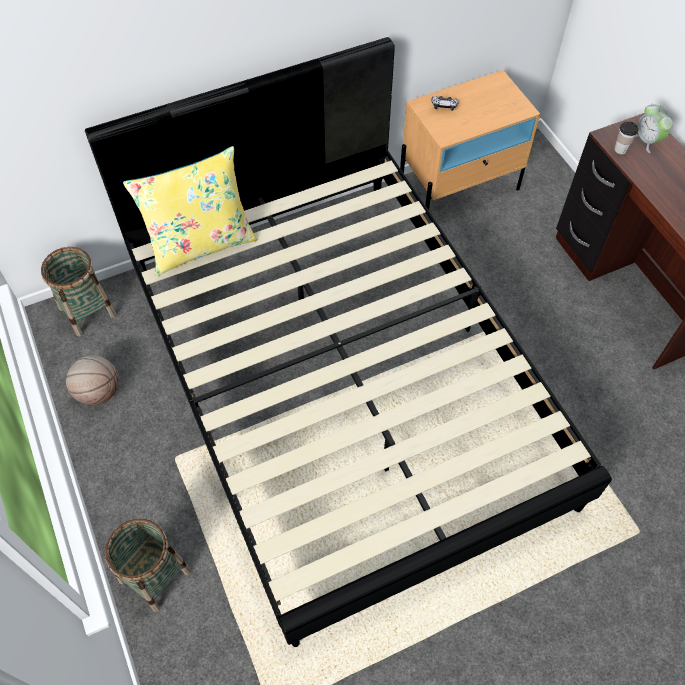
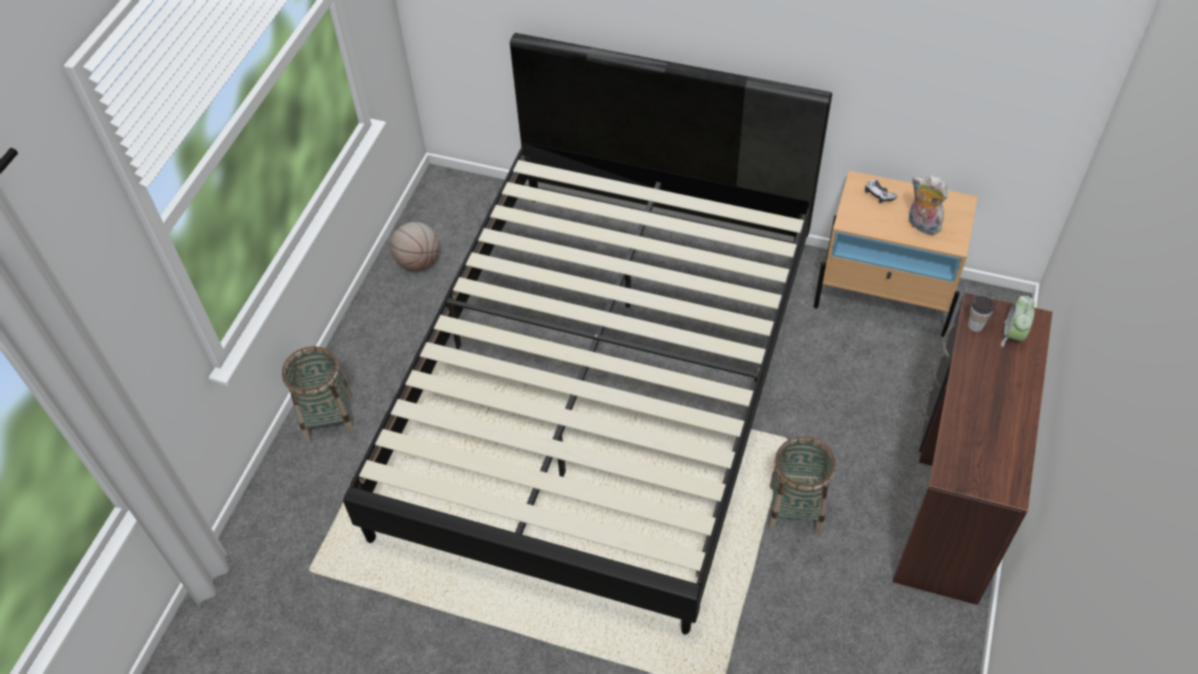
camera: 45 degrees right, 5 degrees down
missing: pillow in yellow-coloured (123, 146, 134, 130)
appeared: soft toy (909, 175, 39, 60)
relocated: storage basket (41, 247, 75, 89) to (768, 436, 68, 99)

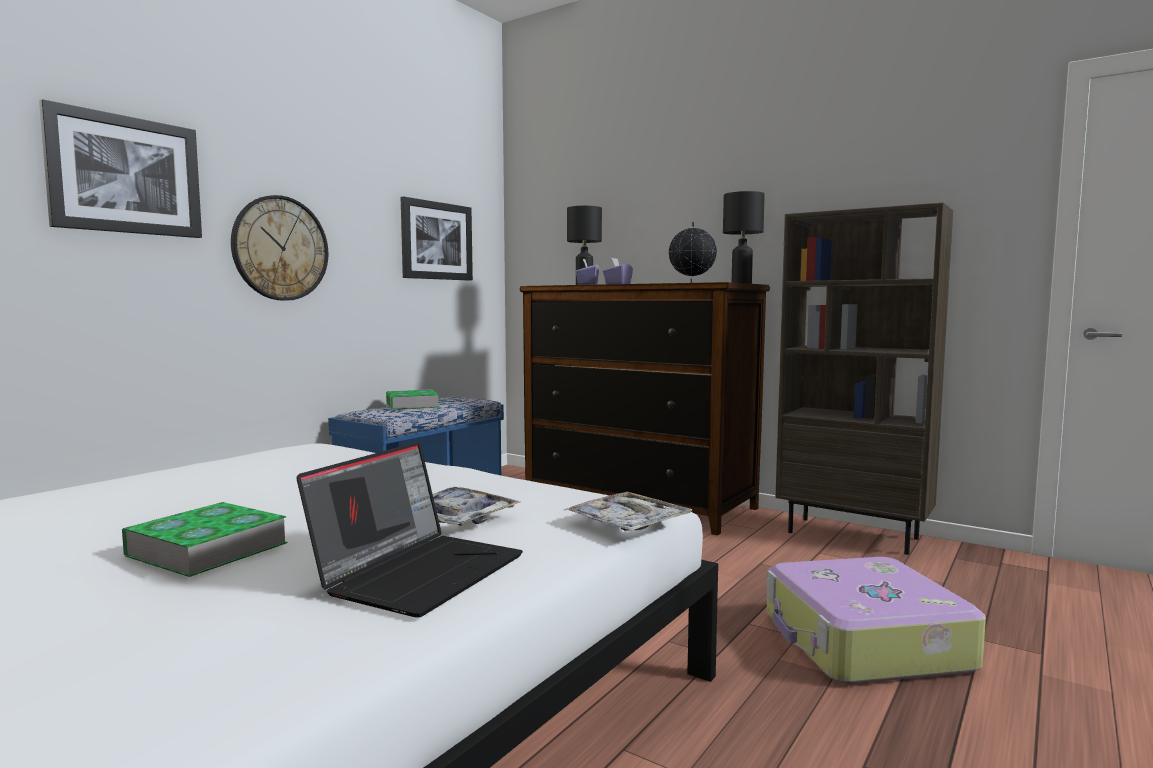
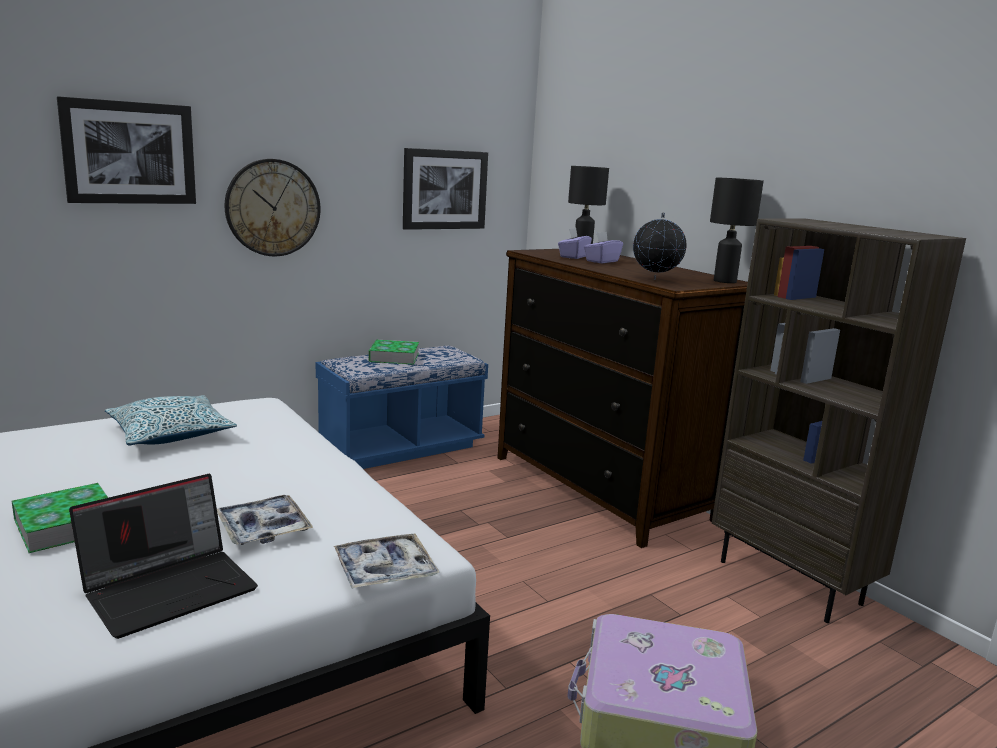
camera: 20 degrees right, 10 degrees up
appeared: pillow (105, 395, 132, 51)

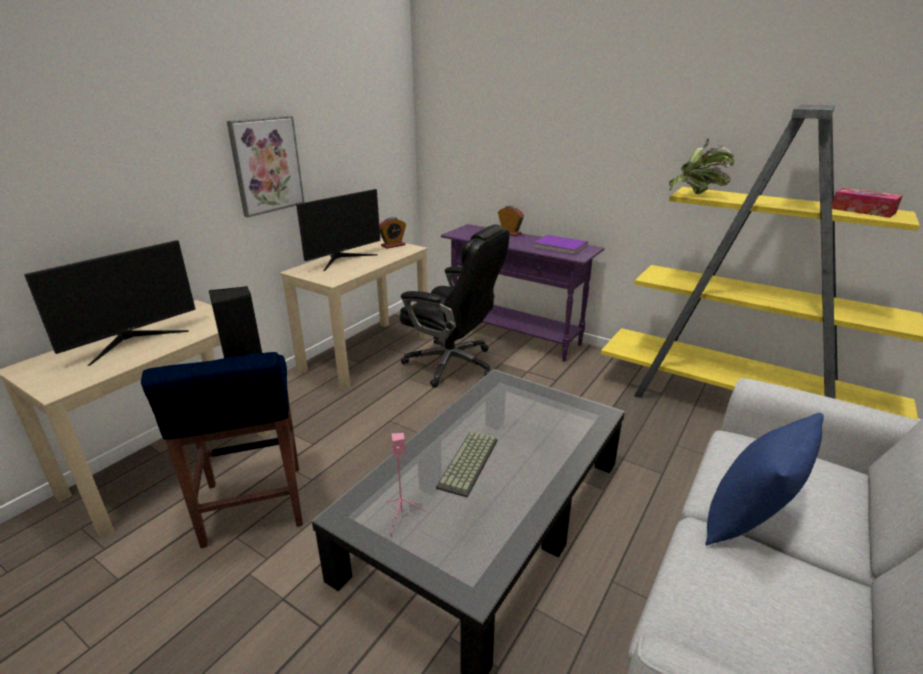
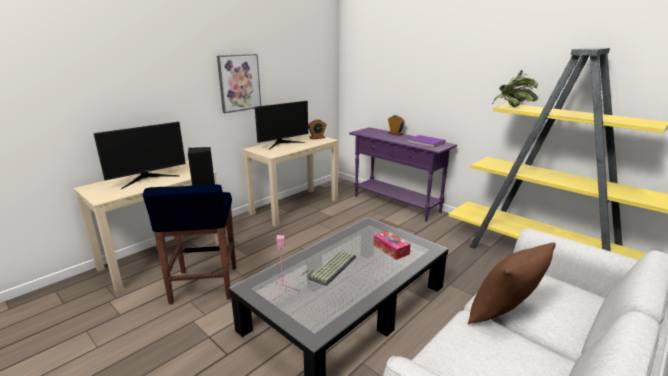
camera: 10 degrees right, 5 degrees down
missing: computer chair in black-coloured (399, 224, 111, 164)
relocated: tissue box (832, 188, 71, 30) to (374, 230, 36, 30)
colour: pillow in bluish (705, 413, 119, 132) to pillow in brownish (468, 242, 88, 82)

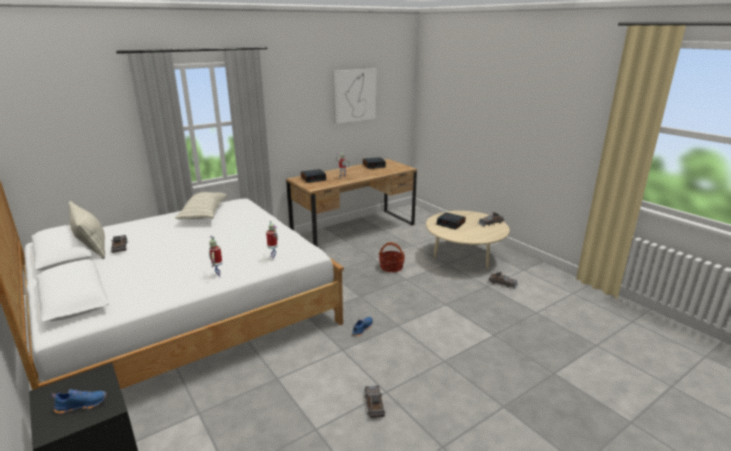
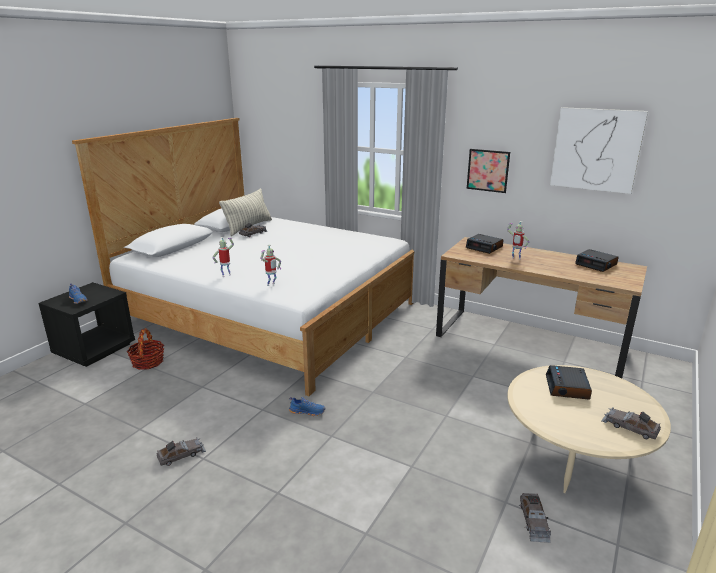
camera: 65 degrees right, 0 degrees up
missing: pillow (175, 192, 52, 27)
appeared: picture (467, 149, 43, 44)
relocated: storage basket (379, 242, 26, 30) to (127, 328, 37, 42)

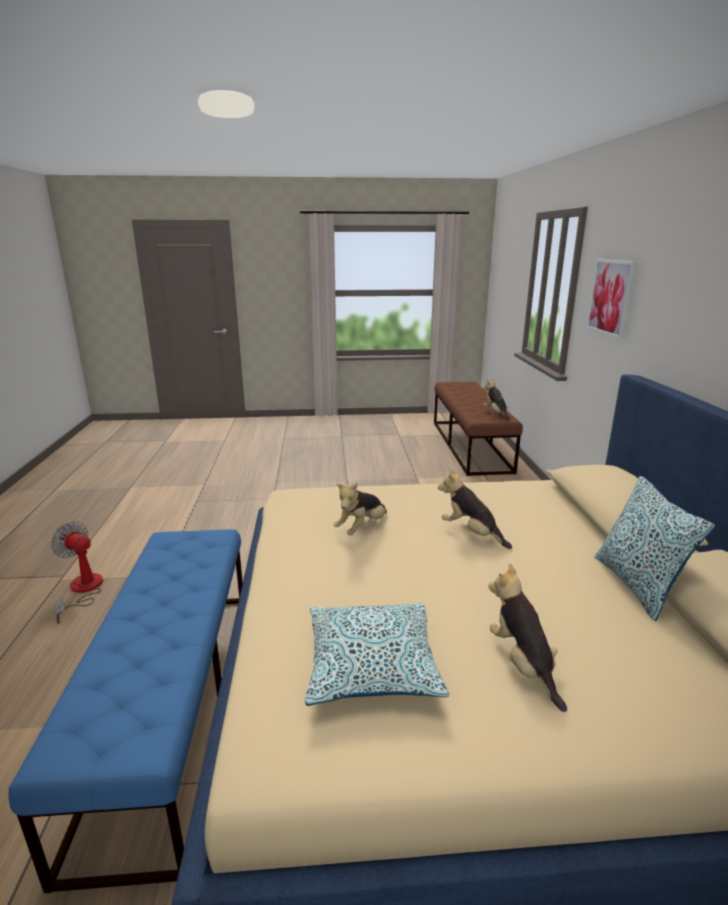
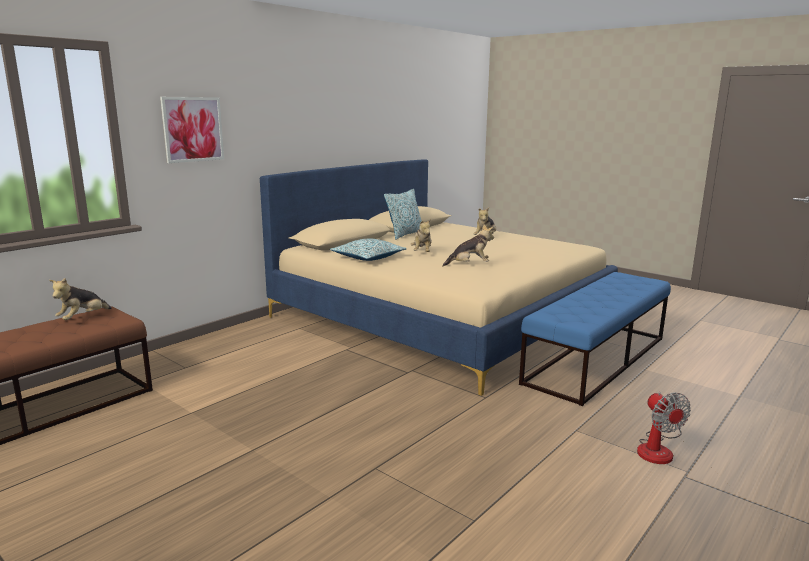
camera: 135 degrees left, 5 degrees down
relocated: pillow (305, 603, 145, 103) to (330, 239, 76, 22)

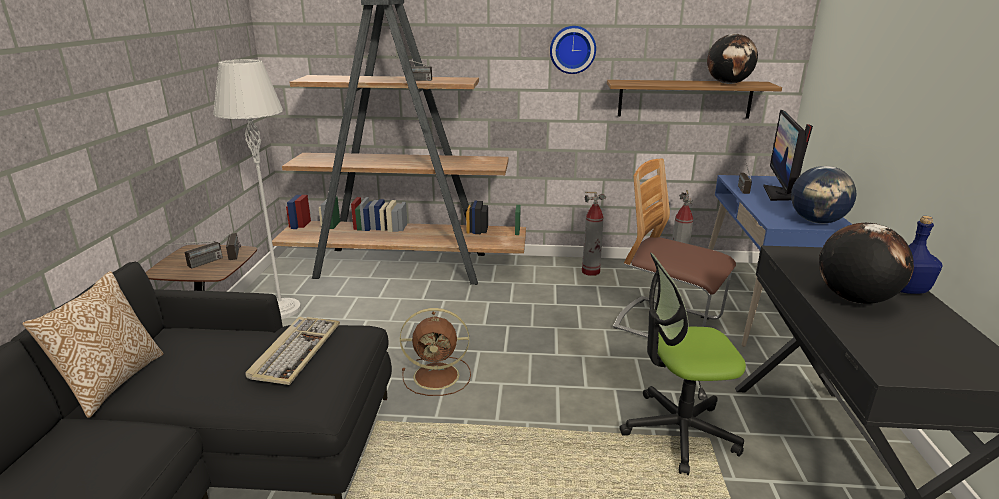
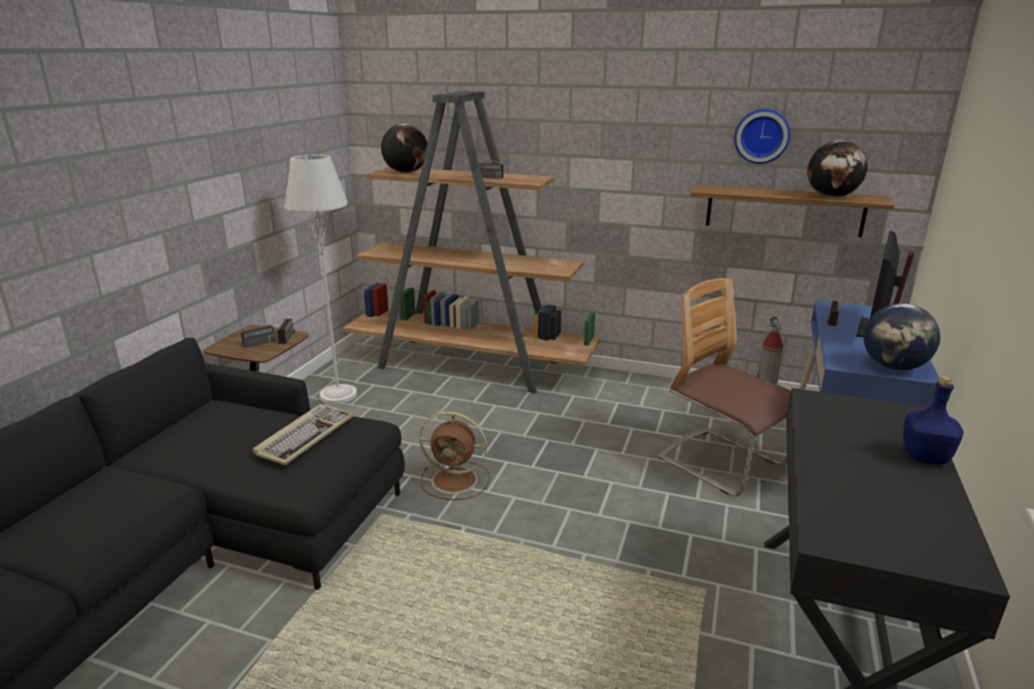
camera: 15 degrees right, 0 degrees up
missing: extinguisher (582, 192, 24, 84); computer chair (619, 253, 127, 222); pillow (23, 271, 141, 147)
relocated: clock on the wall (550, 26, 46, 48) to (734, 109, 57, 55); world globe (819, 223, 95, 81) to (381, 124, 46, 49)

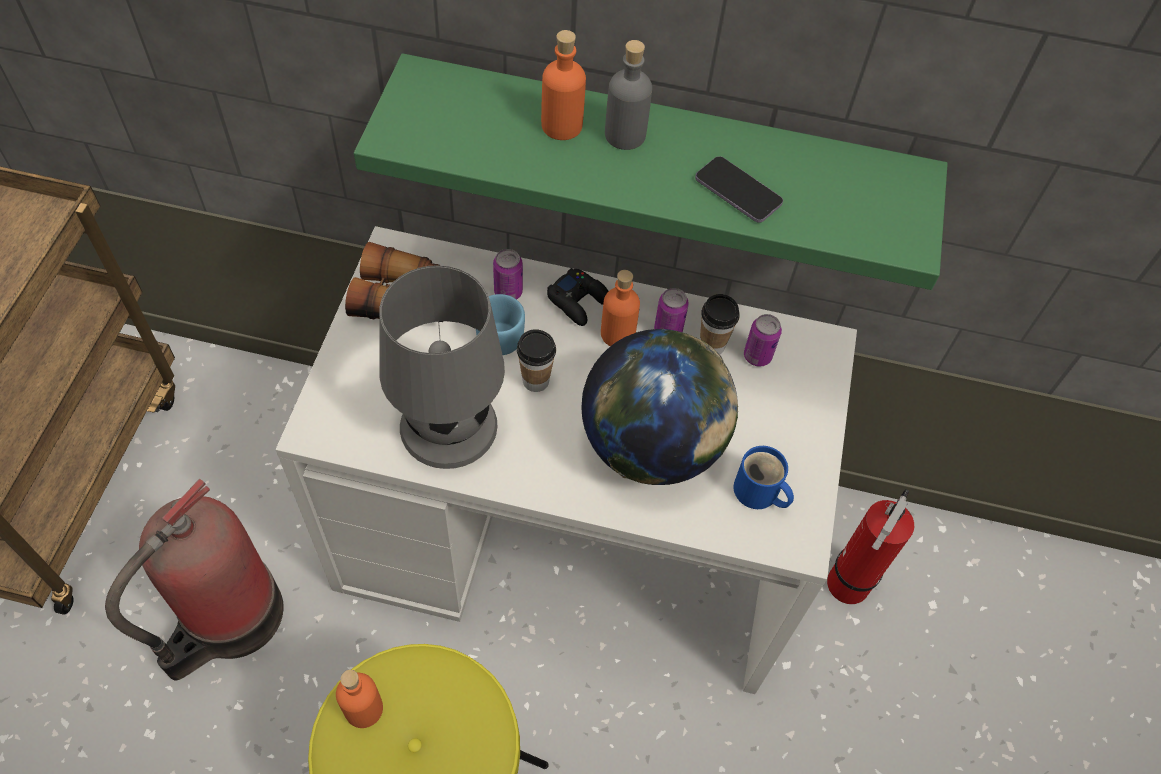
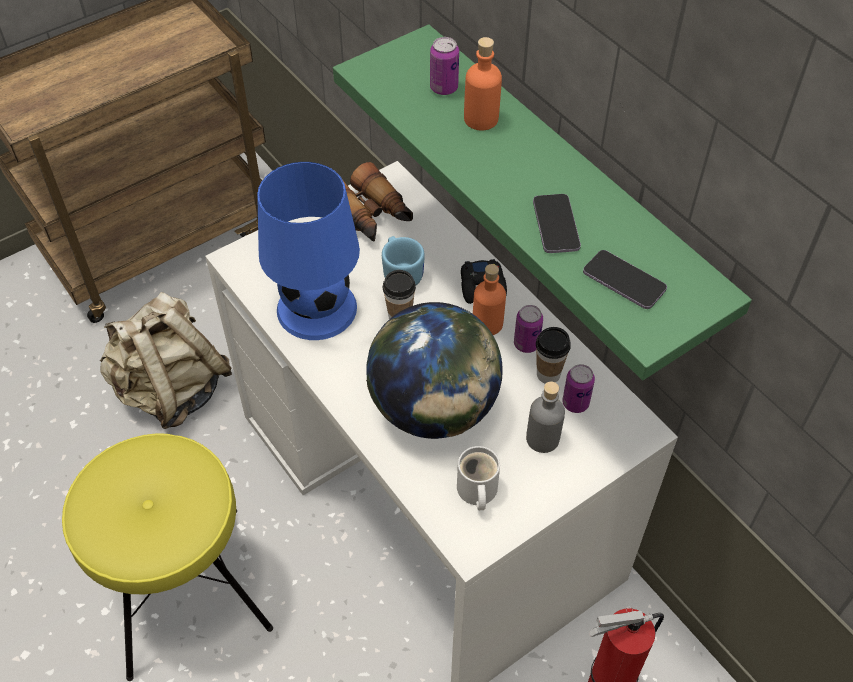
camera: 45 degrees right, 5 degrees down
missing: beverage bottle in orange-coloured (336, 670, 47, 58)
appeared: telephone (583, 250, 84, 59)
relocated: beverage bottle in gray (605, 40, 47, 110) to (526, 382, 39, 71); can (493, 249, 30, 51) to (430, 37, 29, 58)
exchanged: extinguisher (105, 479, 179, 202) to knapsack in sand-coloured (100, 292, 132, 137)
colour: lamp for a table in gray (379, 265, 126, 204) to lamp for a table in bluish (257, 162, 103, 178); tea mug in bluish (734, 446, 60, 63) to tea mug in whitish (457, 446, 43, 64)

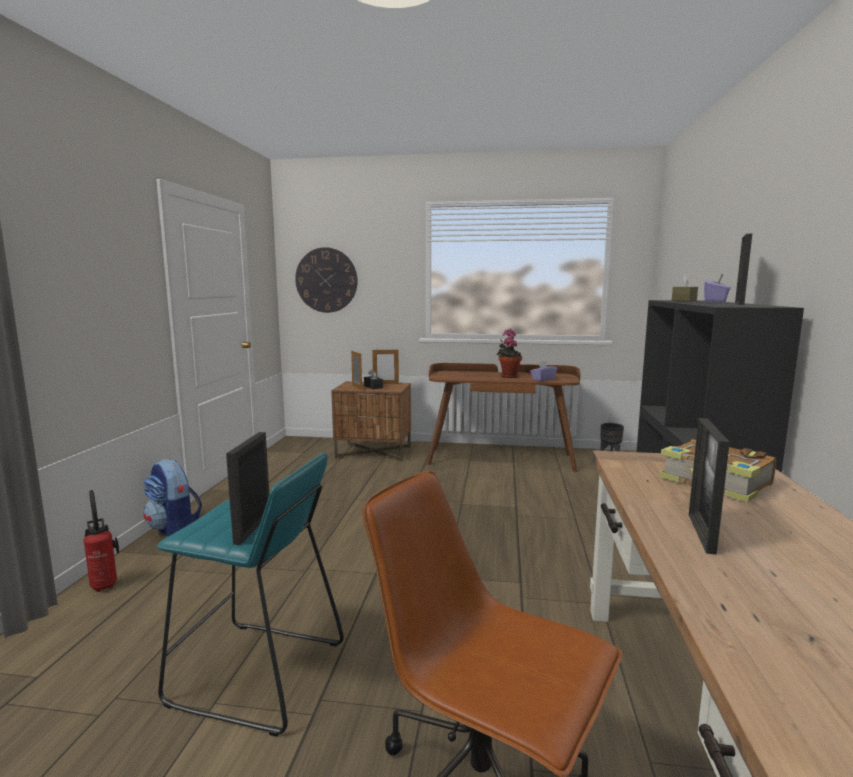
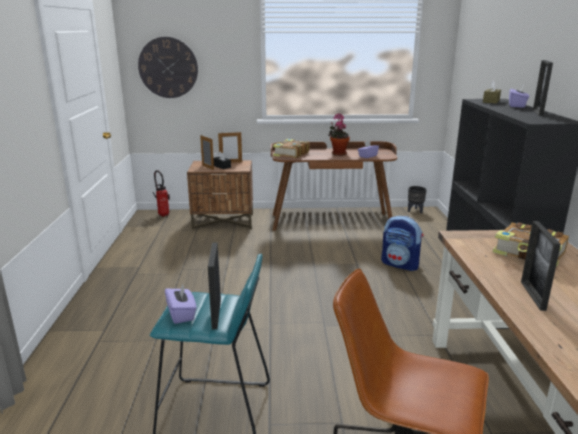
camera: 10 degrees left, 10 degrees up
appeared: book (273, 139, 37, 19); tissue box in purple-coloured (165, 283, 32, 41)
relocated: knapsack (143, 459, 59, 77) to (381, 216, 43, 55); extinguisher (84, 490, 35, 102) to (153, 170, 17, 47)

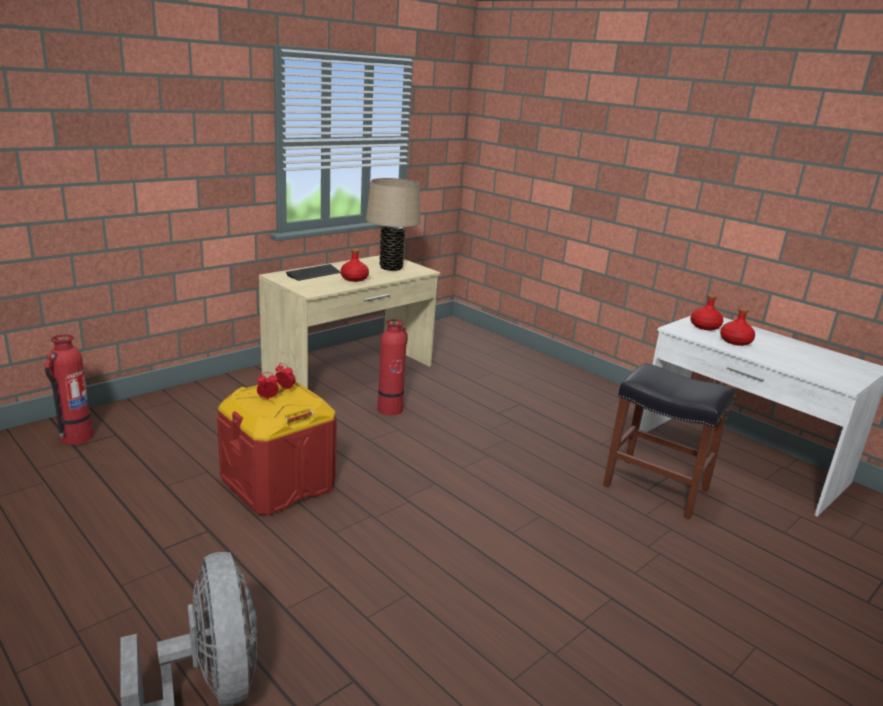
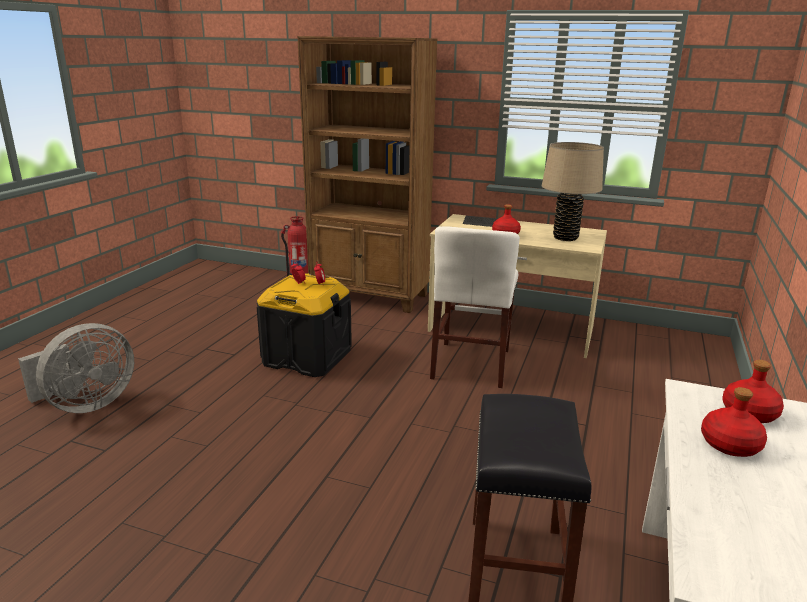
camera: 65 degrees right, 0 degrees up
appeared: bookshelf in brownish (298, 36, 139, 277)
exchanged: extinguisher (377, 319, 31, 97) to upright chair in whitish (430, 227, 90, 161)
colour: storage box in red-coloured (217, 381, 120, 134) to storage box in black-coloured (257, 274, 95, 103)

